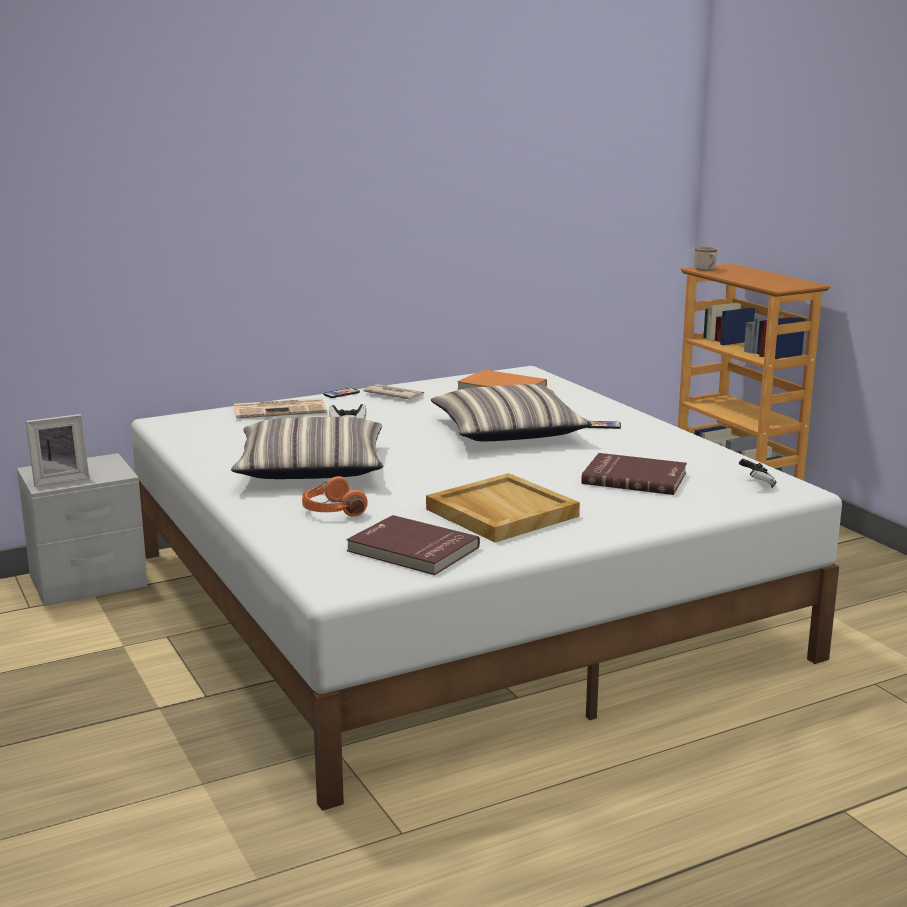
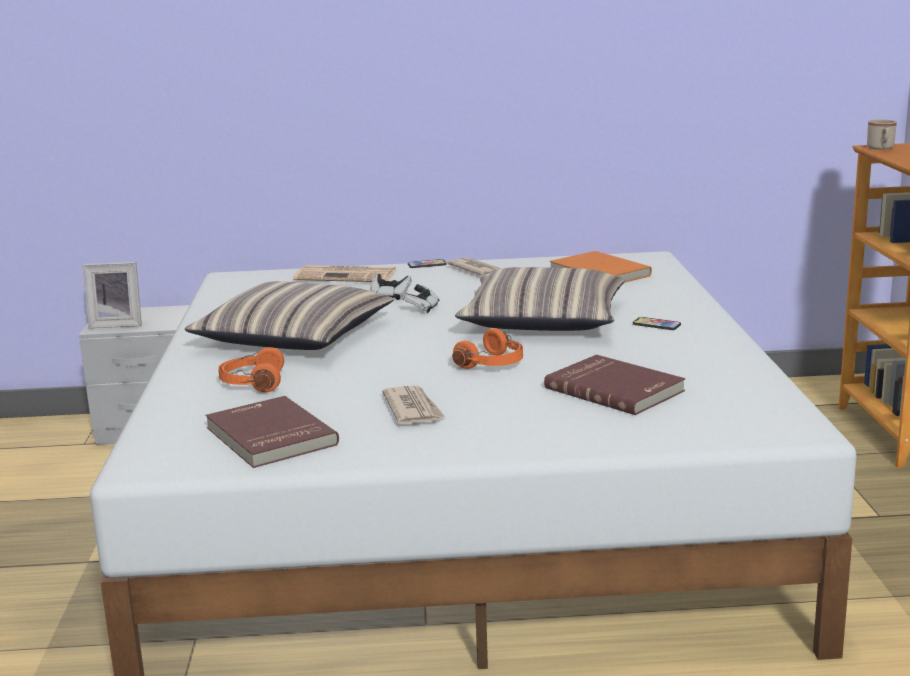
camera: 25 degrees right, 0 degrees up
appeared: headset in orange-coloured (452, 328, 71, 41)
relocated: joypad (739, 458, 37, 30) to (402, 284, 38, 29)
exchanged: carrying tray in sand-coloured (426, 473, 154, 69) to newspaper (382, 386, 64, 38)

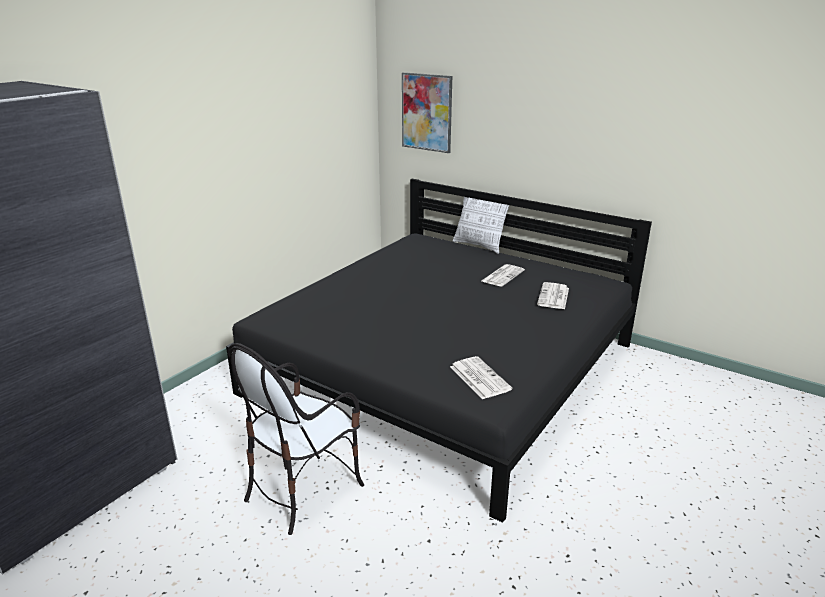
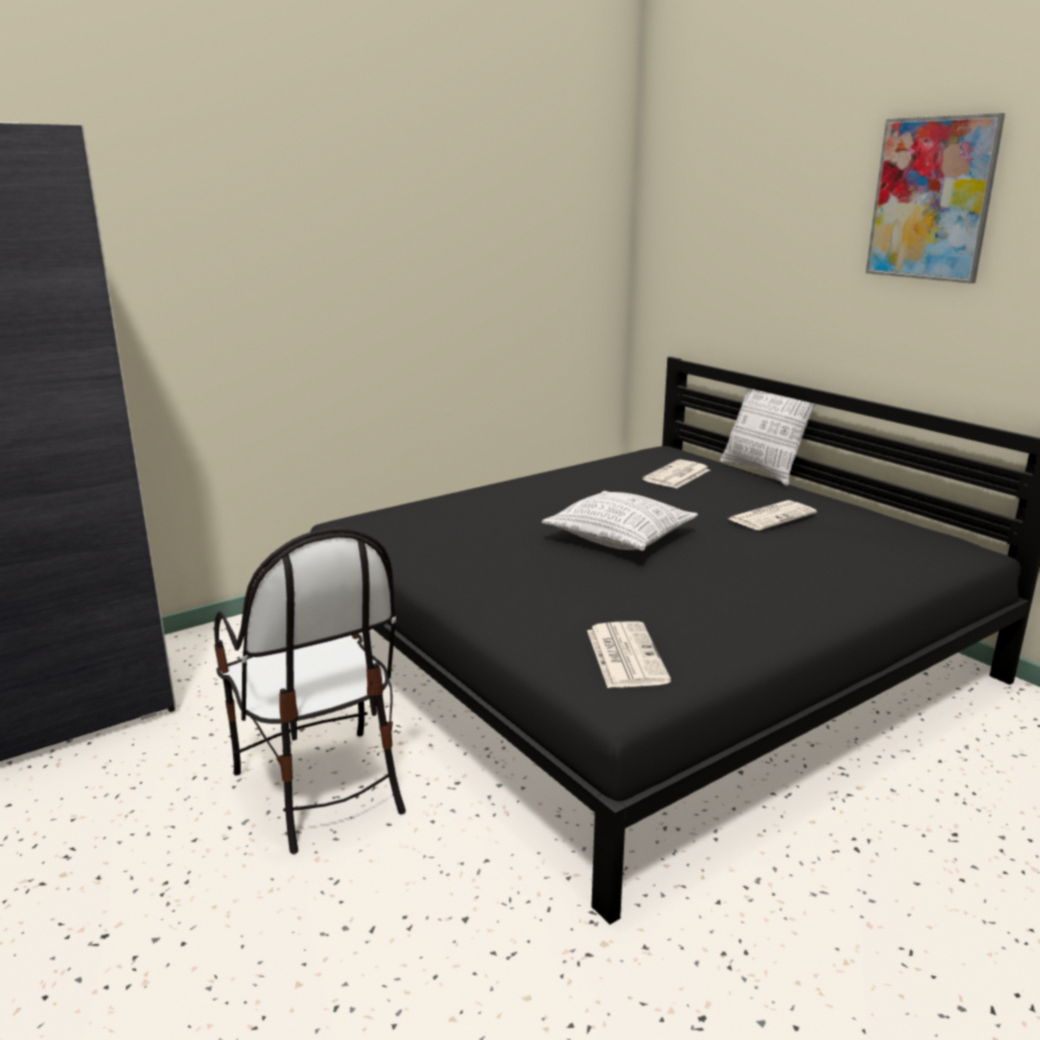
camera: 20 degrees right, 5 degrees down
appeared: pillow (542, 491, 156, 60)
relocated: picture (402, 72, 50, 81) to (866, 113, 139, 171); newspaper (537, 282, 32, 27) to (642, 459, 68, 29)
spun: upright chair (228, 343, 136, 192) = (214, 528, 192, 326) 90 degrees counterclockwise

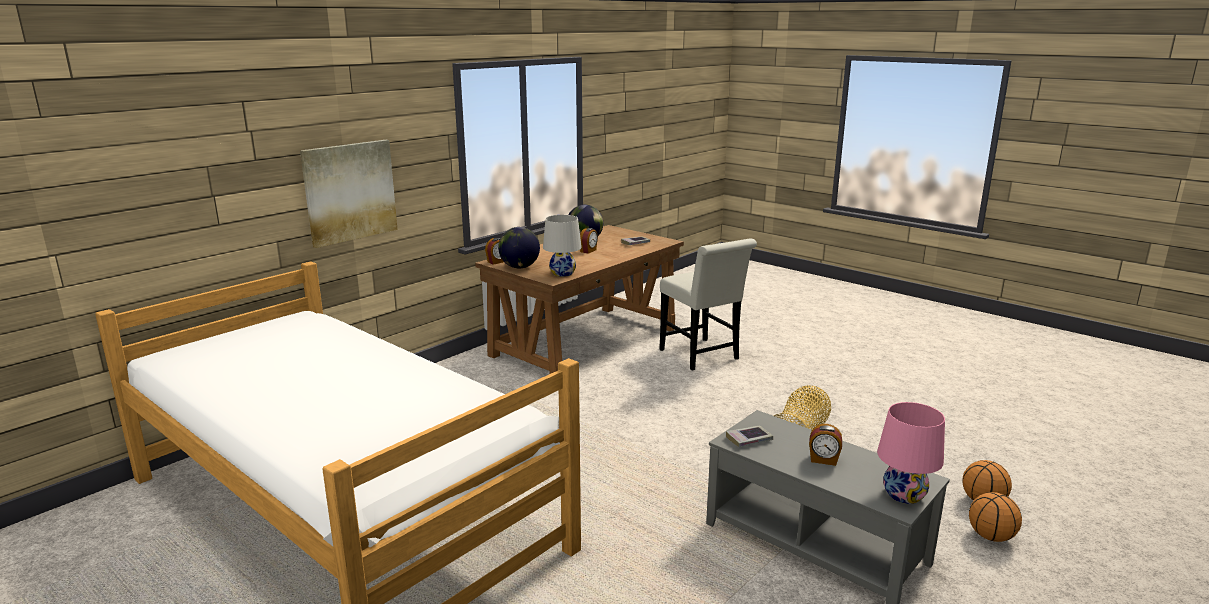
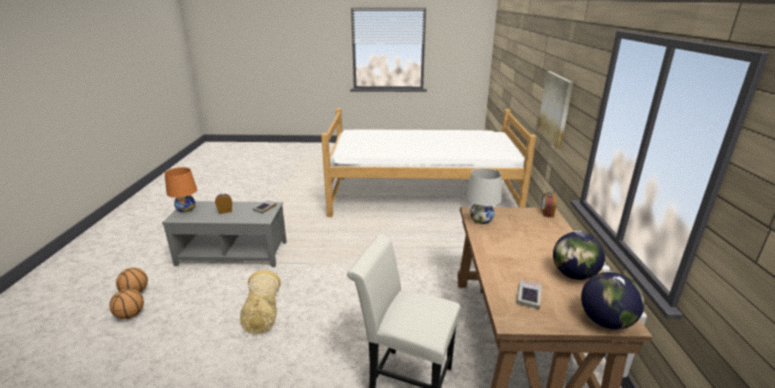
camera: 140 degrees right, 5 degrees up
missing: bedside clock (580, 228, 18, 26)
relocated: world globe (498, 227, 42, 41) to (581, 272, 63, 58)
colour: lamp for a table in pink-coloured (877, 402, 68, 102) to lamp for a table in orange-coloured (165, 167, 32, 46)

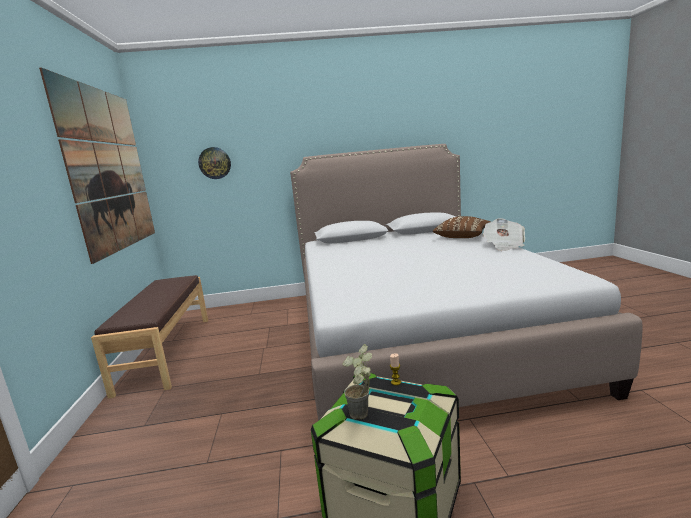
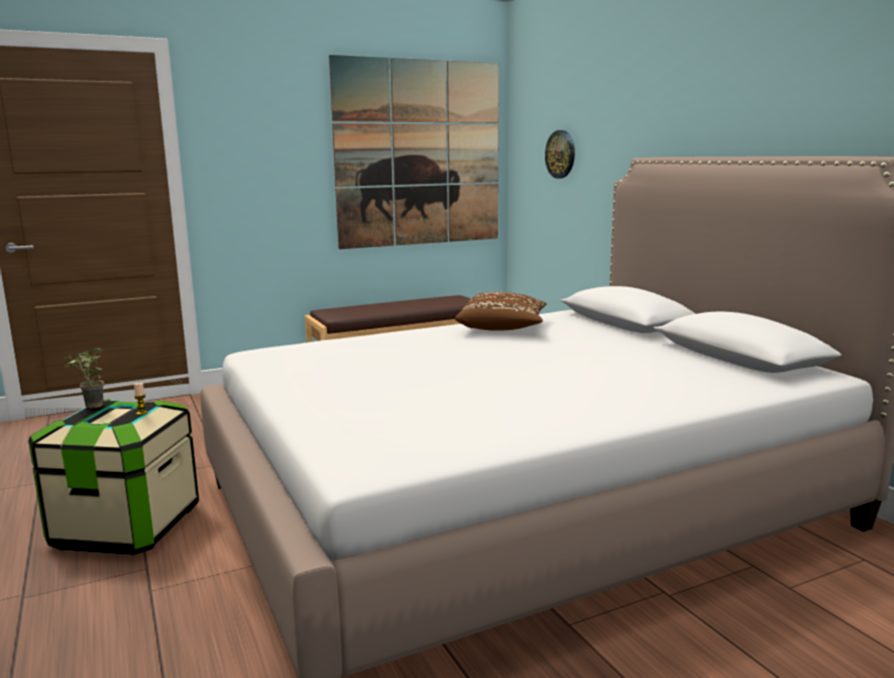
camera: 70 degrees right, 0 degrees up
missing: newspaper (482, 219, 43, 32)
relocated: pillow in brownish (433, 216, 57, 22) to (455, 292, 92, 39)

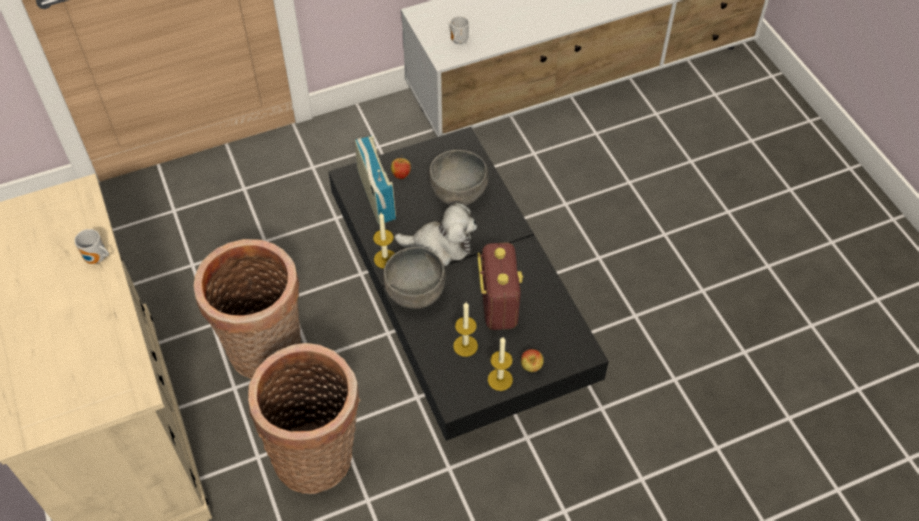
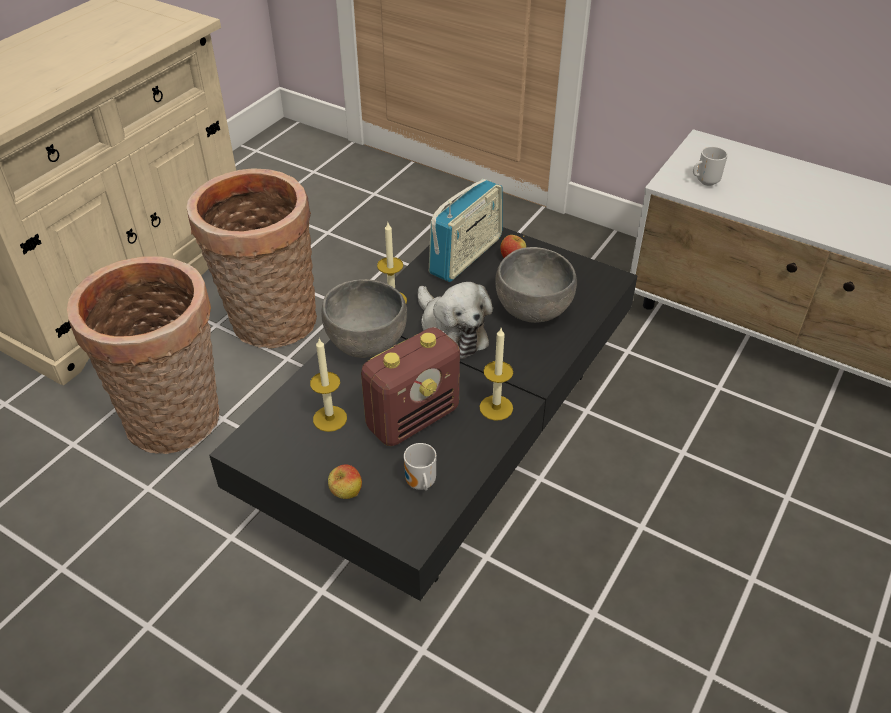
camera: 55 degrees right, 10 degrees down
relocated: tea mug (74, 229, 35, 35) to (404, 443, 32, 48); wax light (488, 337, 25, 54) to (479, 328, 34, 93)

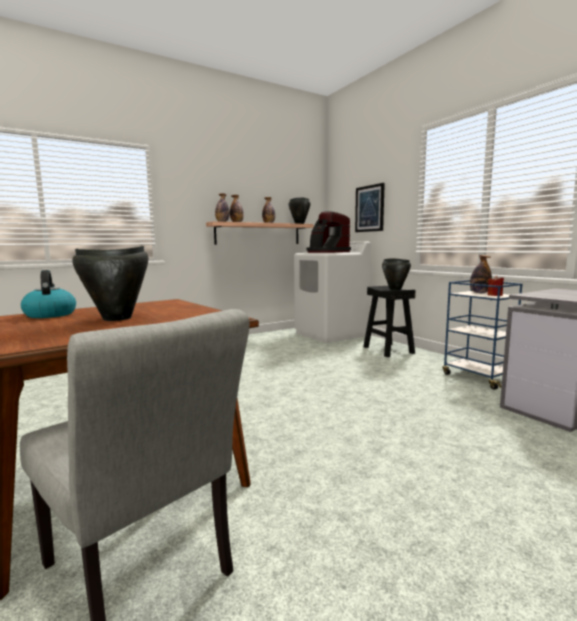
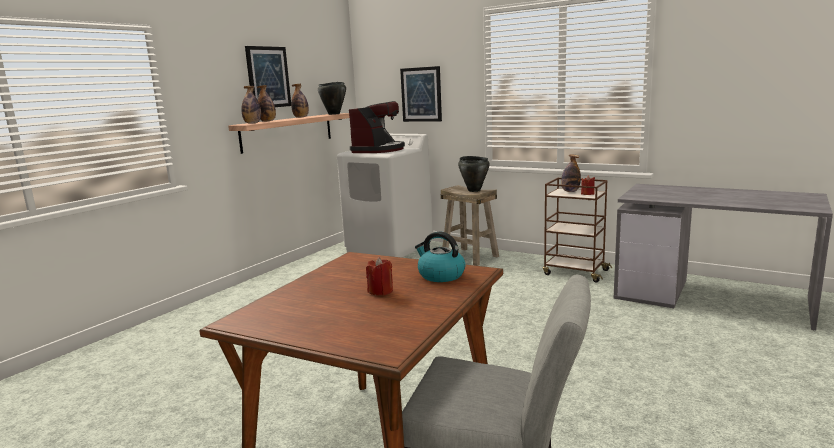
camera: 25 degrees left, 5 degrees up
appeared: picture (245, 46, 46, 61)
relocated: water kettle (21, 270, 55, 48) to (415, 231, 50, 51)
exchanged: stockpot in black-coloured (72, 246, 76, 75) to wax light in red-coloured (366, 257, 27, 39)
colour: wheeled cart in bluish (443, 280, 79, 110) to wheeled cart in brownish (543, 178, 69, 105); stool in black-coloured (363, 286, 52, 71) to stool in sand-coloured (441, 185, 58, 81)
spun: coffee brewer (306, 211, 45, 42) = (349, 101, 56, 52) 90 degrees counterclockwise

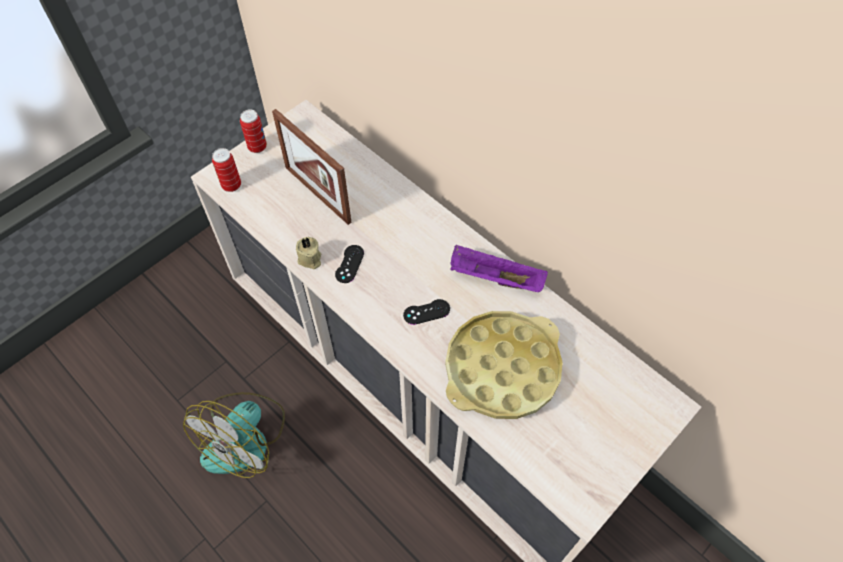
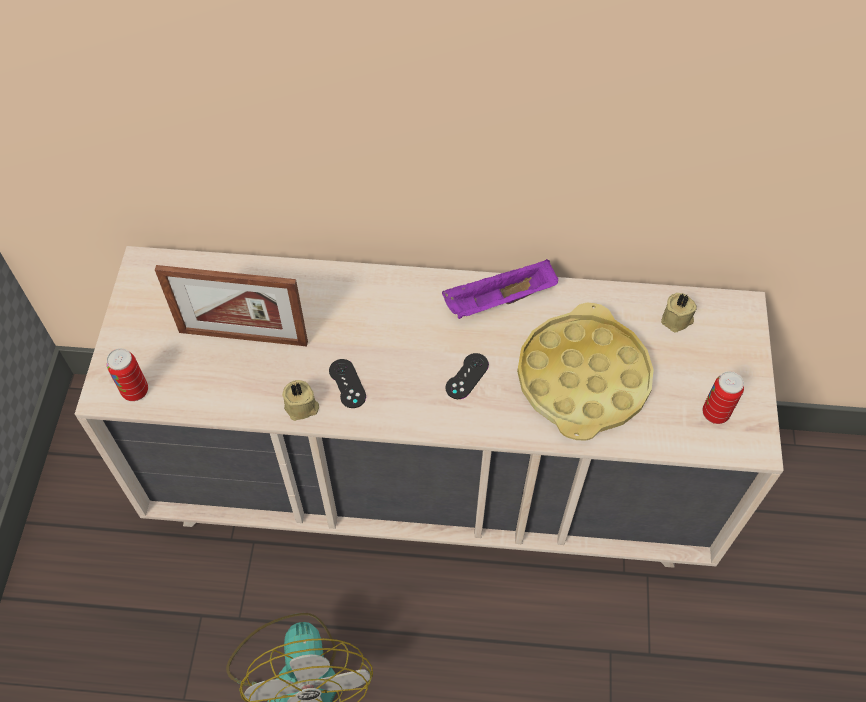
camera: 40 degrees left, 0 degrees up
appeared: wax light in sand-coloured (661, 293, 36, 40)
relocated: can (240, 109, 27, 44) to (703, 371, 41, 53)

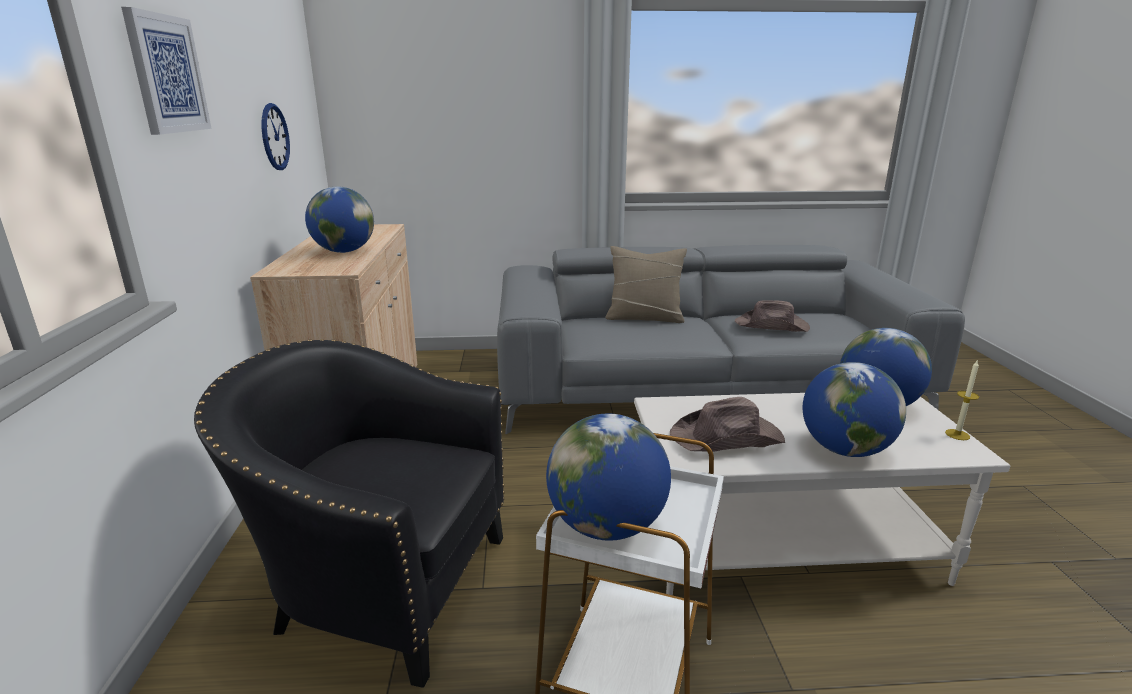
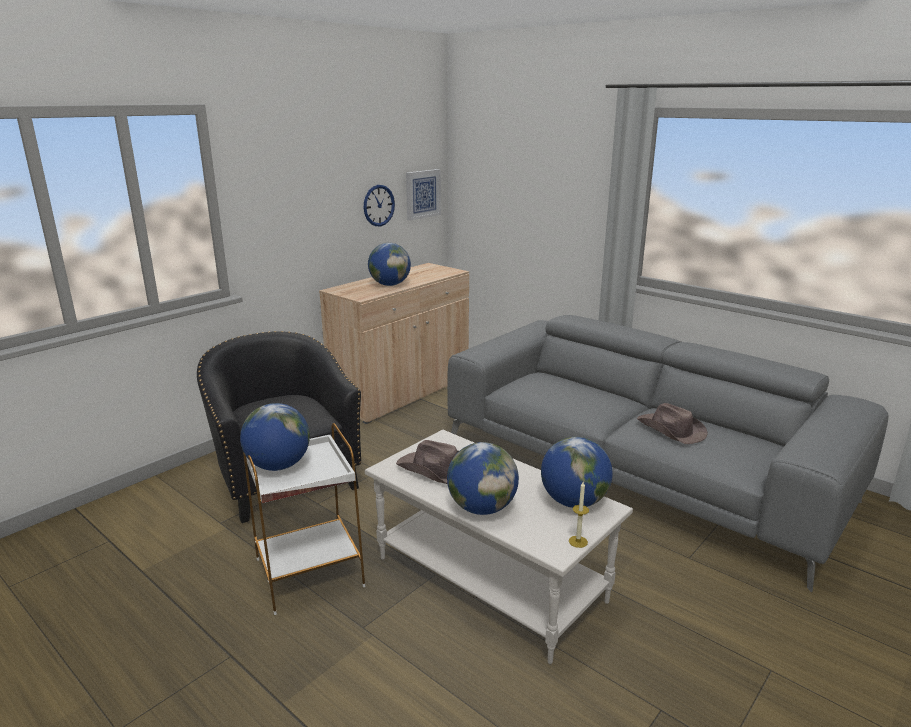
camera: 45 degrees right, 0 degrees up
missing: pillow in sand-coloured (605, 246, 82, 77)
relocated: picture (121, 7, 91, 128) to (406, 169, 35, 52)

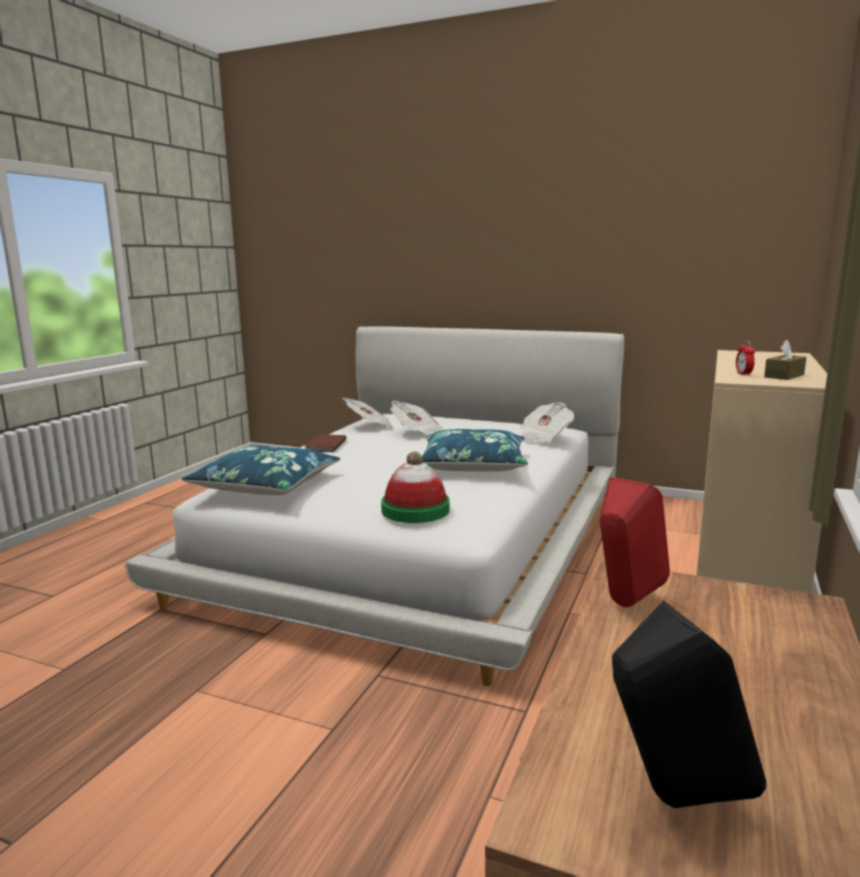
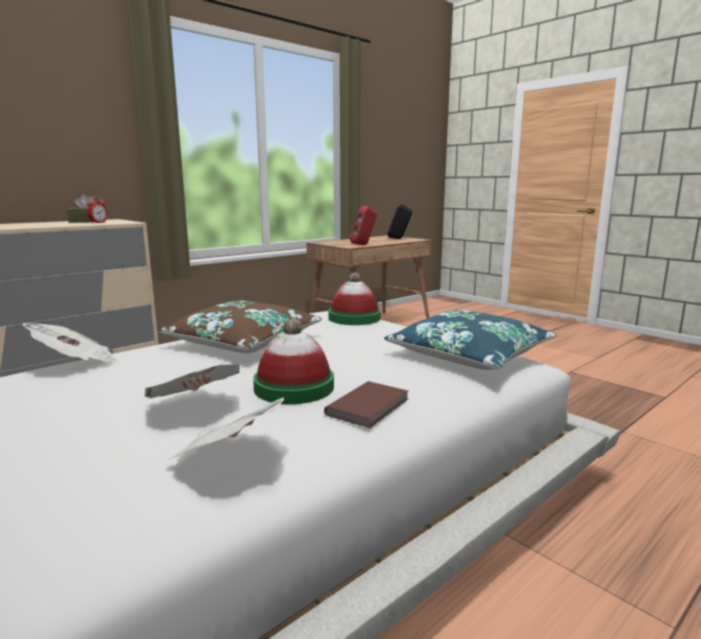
camera: 155 degrees left, 0 degrees up
appeared: hat (253, 319, 81, 85)
colour: pillow in bluish (422, 429, 106, 43) to pillow in brownish (158, 301, 164, 52)

